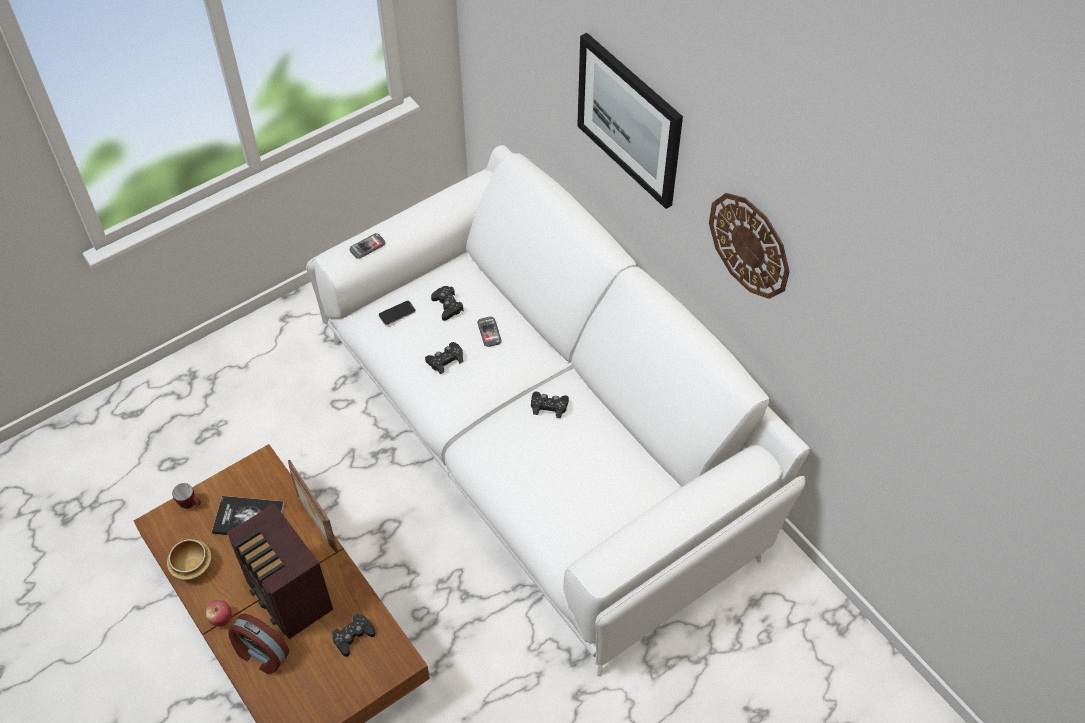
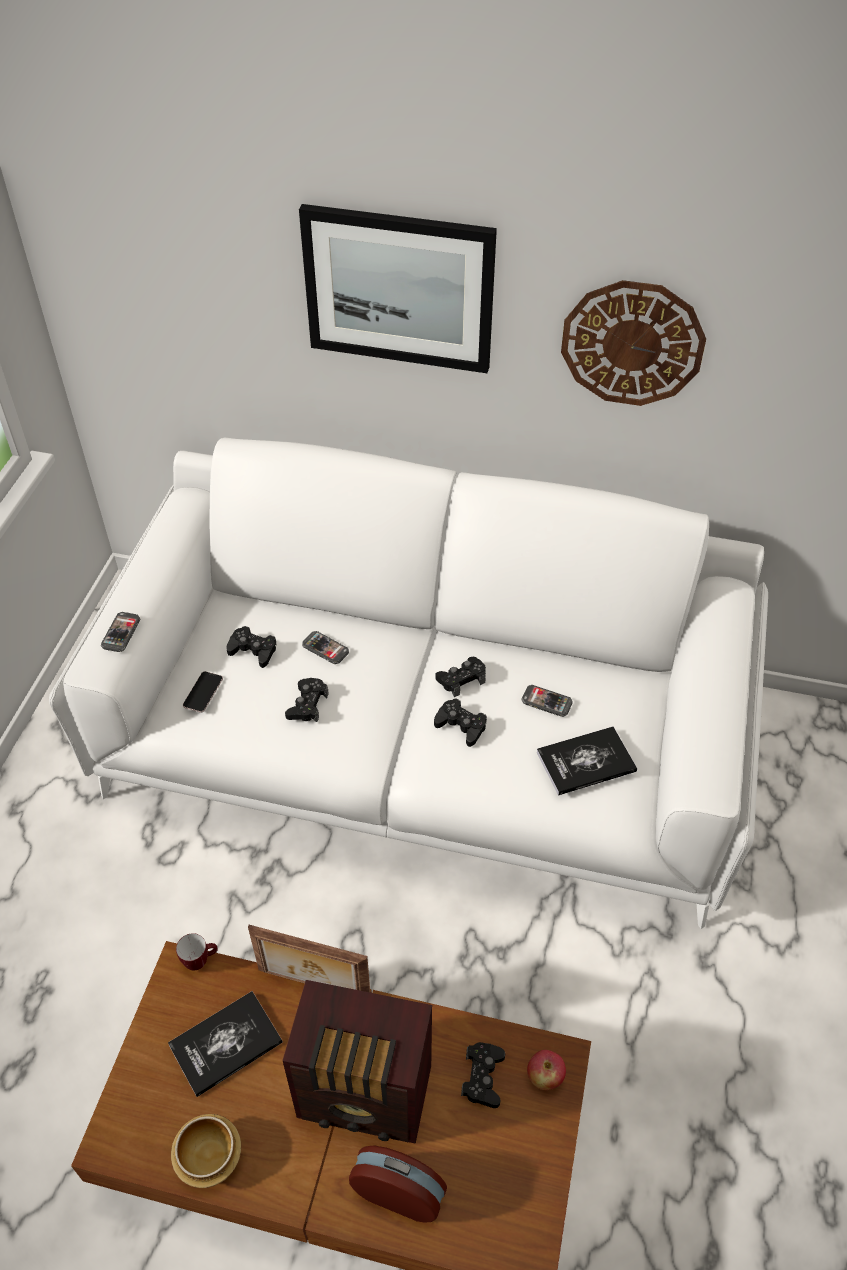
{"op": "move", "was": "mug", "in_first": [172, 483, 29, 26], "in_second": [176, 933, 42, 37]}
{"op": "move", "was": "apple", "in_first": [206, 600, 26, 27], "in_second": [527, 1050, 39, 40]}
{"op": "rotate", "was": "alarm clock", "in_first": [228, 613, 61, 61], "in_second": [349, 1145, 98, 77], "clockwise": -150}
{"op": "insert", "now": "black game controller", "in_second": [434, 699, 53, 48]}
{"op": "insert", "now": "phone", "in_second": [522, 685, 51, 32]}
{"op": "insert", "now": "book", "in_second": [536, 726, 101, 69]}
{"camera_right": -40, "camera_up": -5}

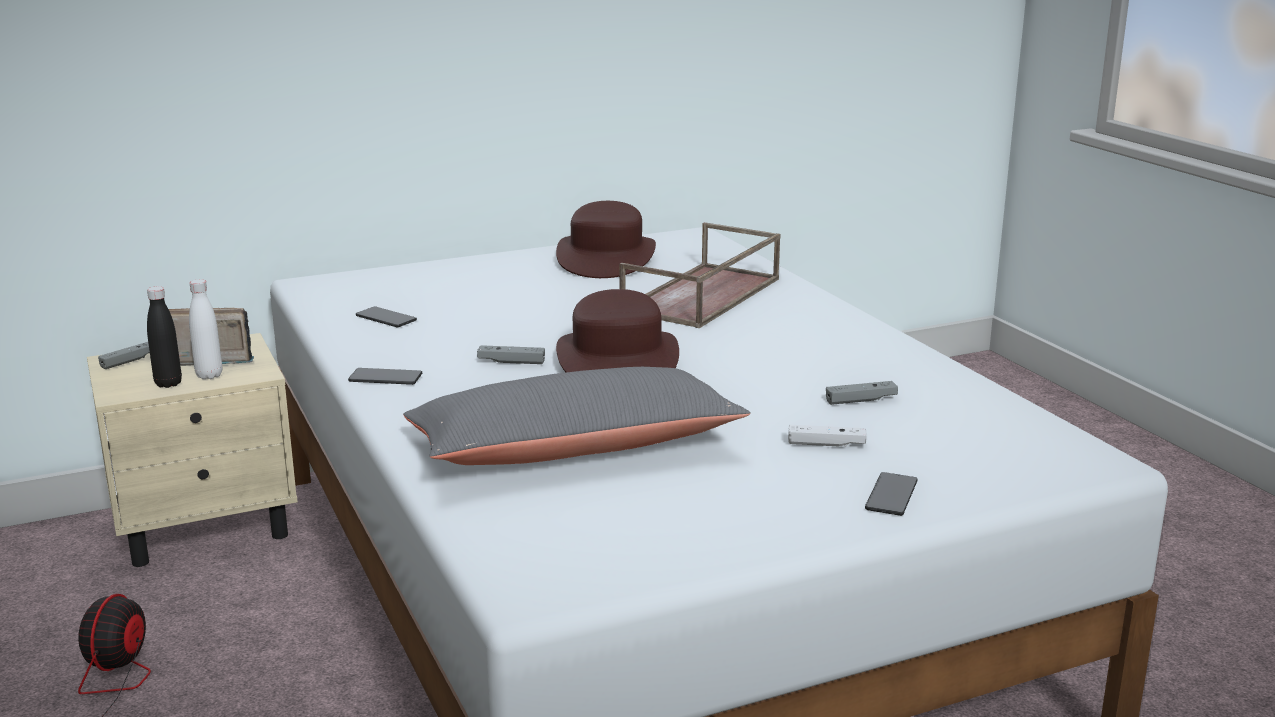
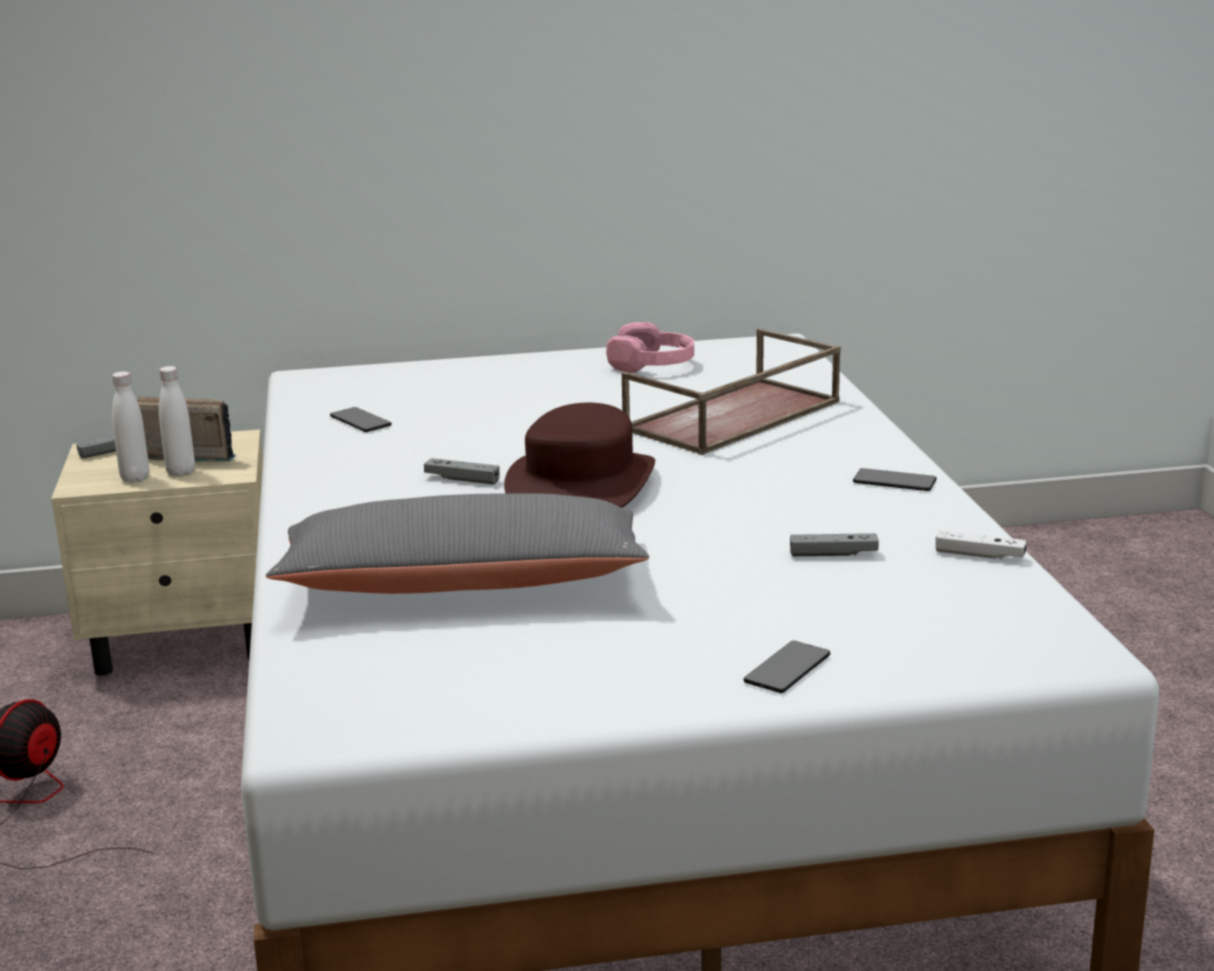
{"op": "recolor", "was": "black bottle", "now": "white bottle", "in_first": [147, 286, 35, 102], "in_second": [112, 371, 38, 112]}
{"op": "move", "was": "phone", "in_first": [348, 368, 74, 17], "in_second": [853, 468, 84, 23]}
{"op": "replace", "was": "brown hat", "now": "pink headphones", "in_first": [556, 201, 100, 77], "in_second": [606, 322, 88, 51]}
{"op": "move", "was": "white game controller", "in_first": [788, 425, 79, 22], "in_second": [935, 530, 92, 30]}
{"camera_right": 15, "camera_up": 0}

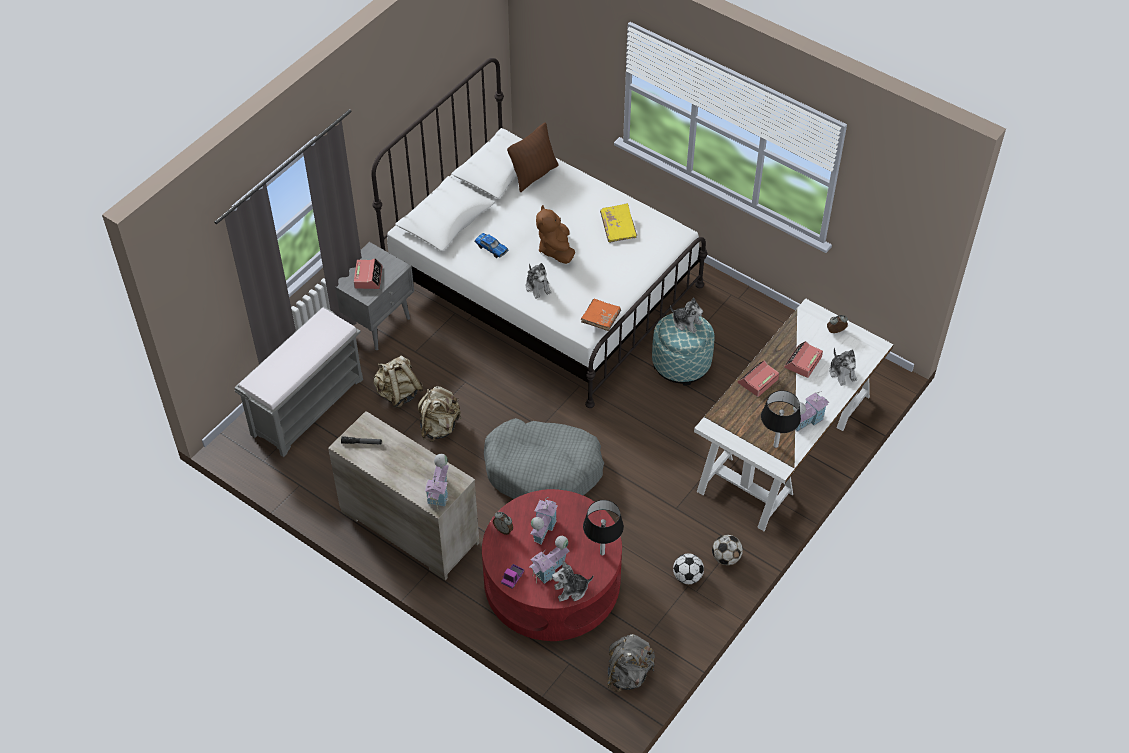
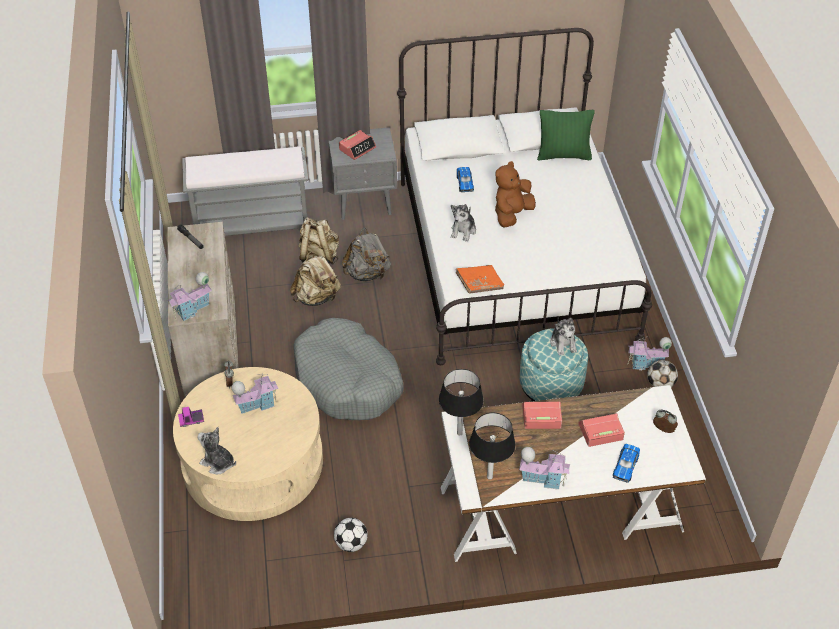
{"op": "recolor", "was": "red coffee table", "now": "beige coffee table", "in_first": [482, 489, 140, 152], "in_second": [173, 367, 150, 154]}
{"op": "recolor", "was": "brown pillow", "now": "green pillow", "in_first": [507, 122, 52, 70], "in_second": [537, 110, 58, 50]}
{"op": "move", "was": "toy house", "in_first": [529, 536, 41, 48], "in_second": [627, 337, 45, 33]}
{"op": "move", "was": "black table lamp", "in_first": [583, 500, 41, 55], "in_second": [439, 369, 45, 66]}
{"op": "delete", "was": "yellow book", "in_first": [600, 203, 37, 40]}
{"op": "move", "was": "grey backpack", "in_first": [607, 634, 48, 58], "in_second": [342, 228, 49, 53]}
{"op": "move", "was": "football", "in_first": [712, 535, 31, 30], "in_second": [647, 360, 31, 27]}
{"op": "replace", "was": "plush toy", "now": "toy car", "in_first": [829, 348, 28, 38], "in_second": [613, 444, 27, 39]}
{"camera_right": 45, "camera_up": -5}

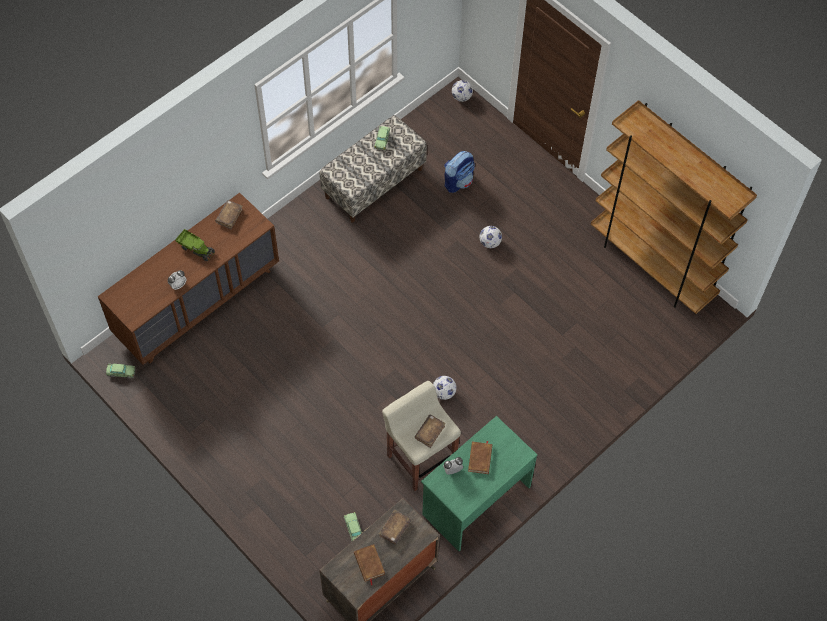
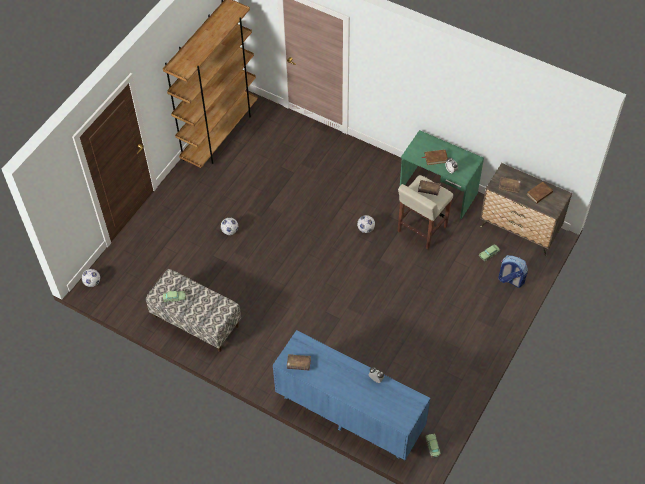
{"op": "recolor", "was": "brown dresser", "now": "blue dresser", "in_first": [98, 193, 181, 172], "in_second": [273, 330, 157, 130]}
{"op": "delete", "was": "toy truck", "in_first": [175, 229, 40, 32]}
{"op": "move", "was": "backpack", "in_first": [444, 151, 31, 42], "in_second": [498, 255, 30, 33]}
{"camera_right": -105, "camera_up": -5}

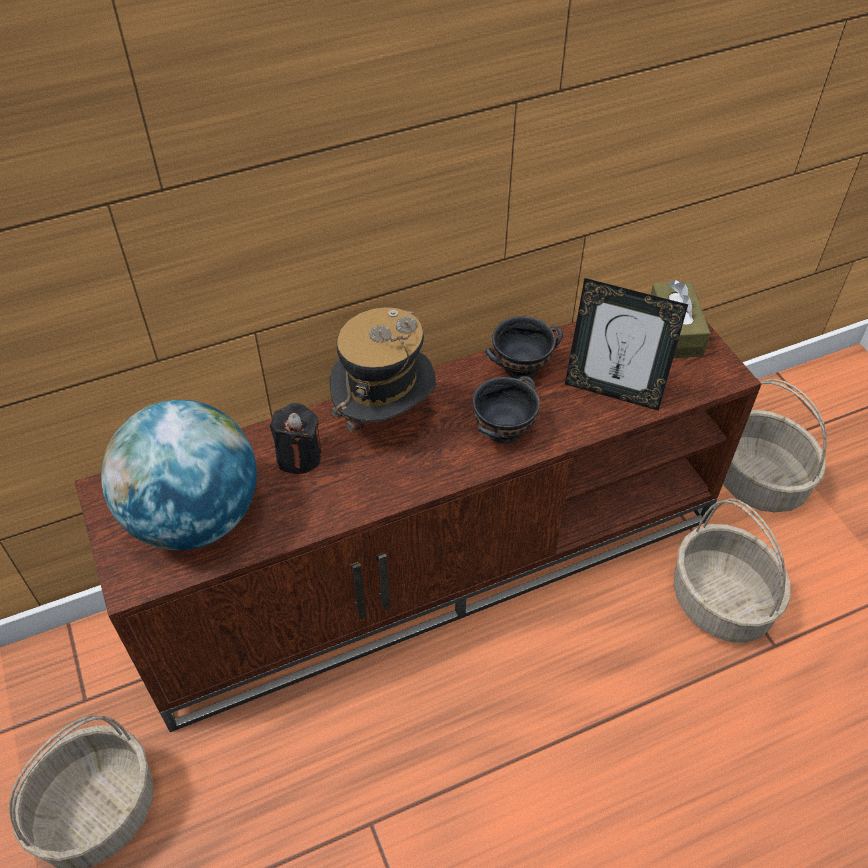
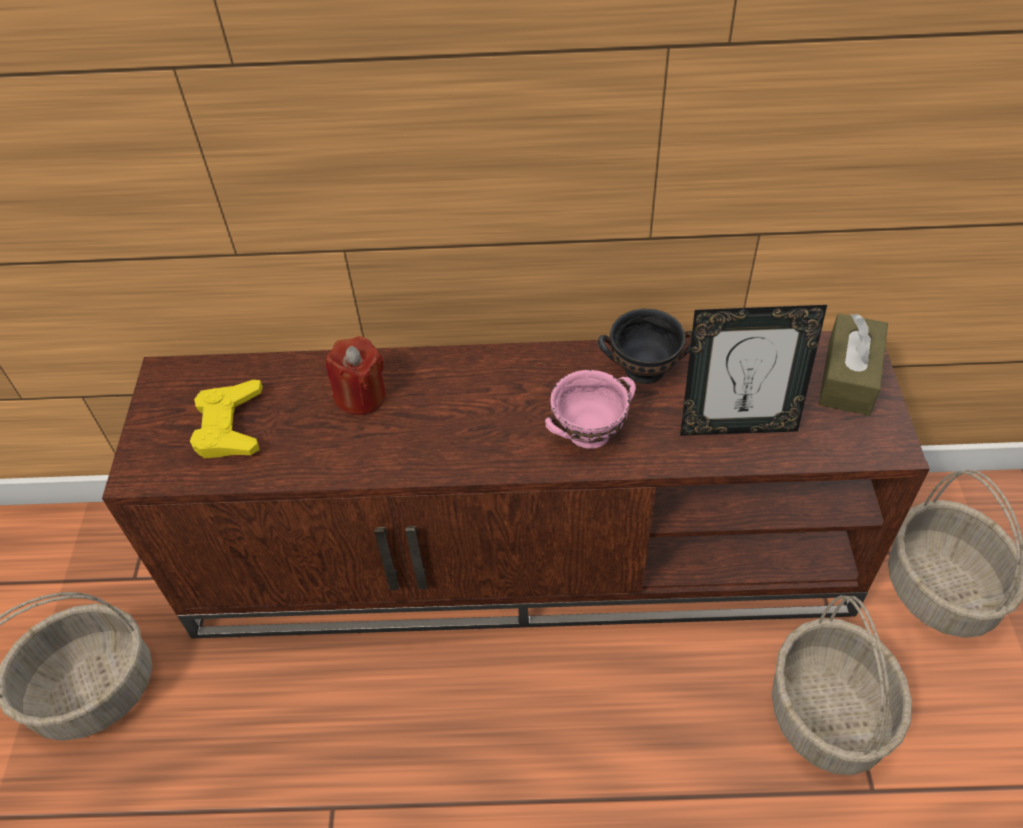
{"op": "replace", "was": "globe", "now": "yellow game controller", "in_first": [101, 400, 156, 150], "in_second": [190, 380, 73, 78]}
{"op": "recolor", "was": "black candle", "now": "red candle", "in_first": [270, 403, 52, 71], "in_second": [326, 336, 60, 79]}
{"op": "delete", "was": "hat", "in_first": [330, 307, 106, 149]}
{"op": "recolor", "was": "black bowl", "now": "pink bowl", "in_first": [473, 376, 67, 68], "in_second": [545, 370, 91, 79]}
{"op": "rotate", "was": "picture frame", "in_first": [565, 278, 123, 133], "in_second": [680, 305, 147, 131], "clockwise": -45}
{"camera_right": 25, "camera_up": 0}

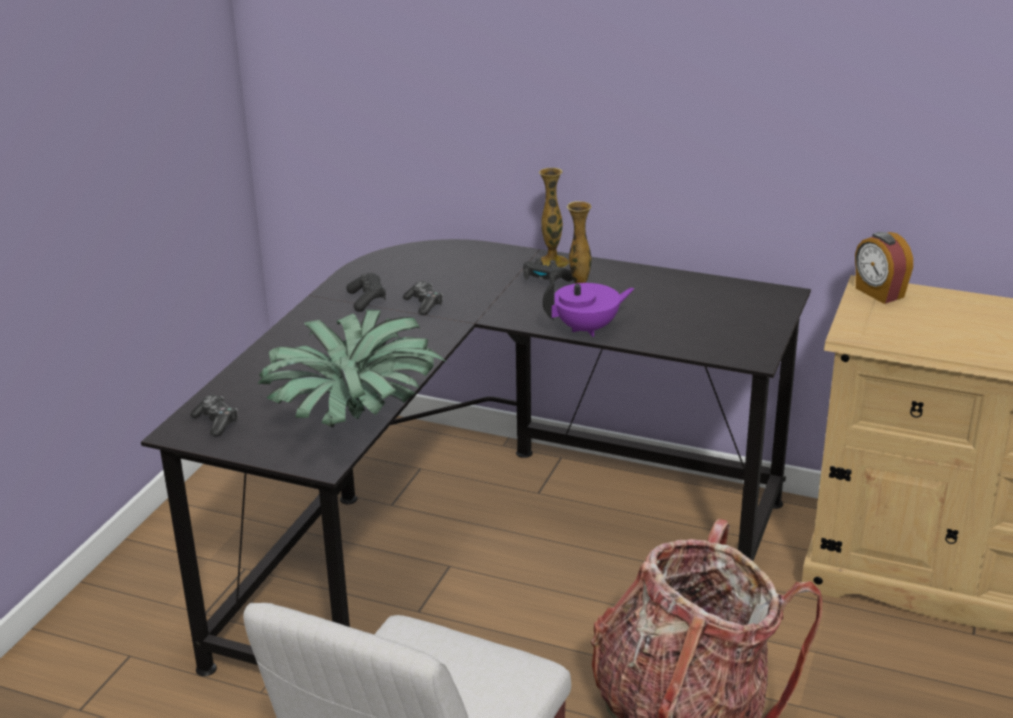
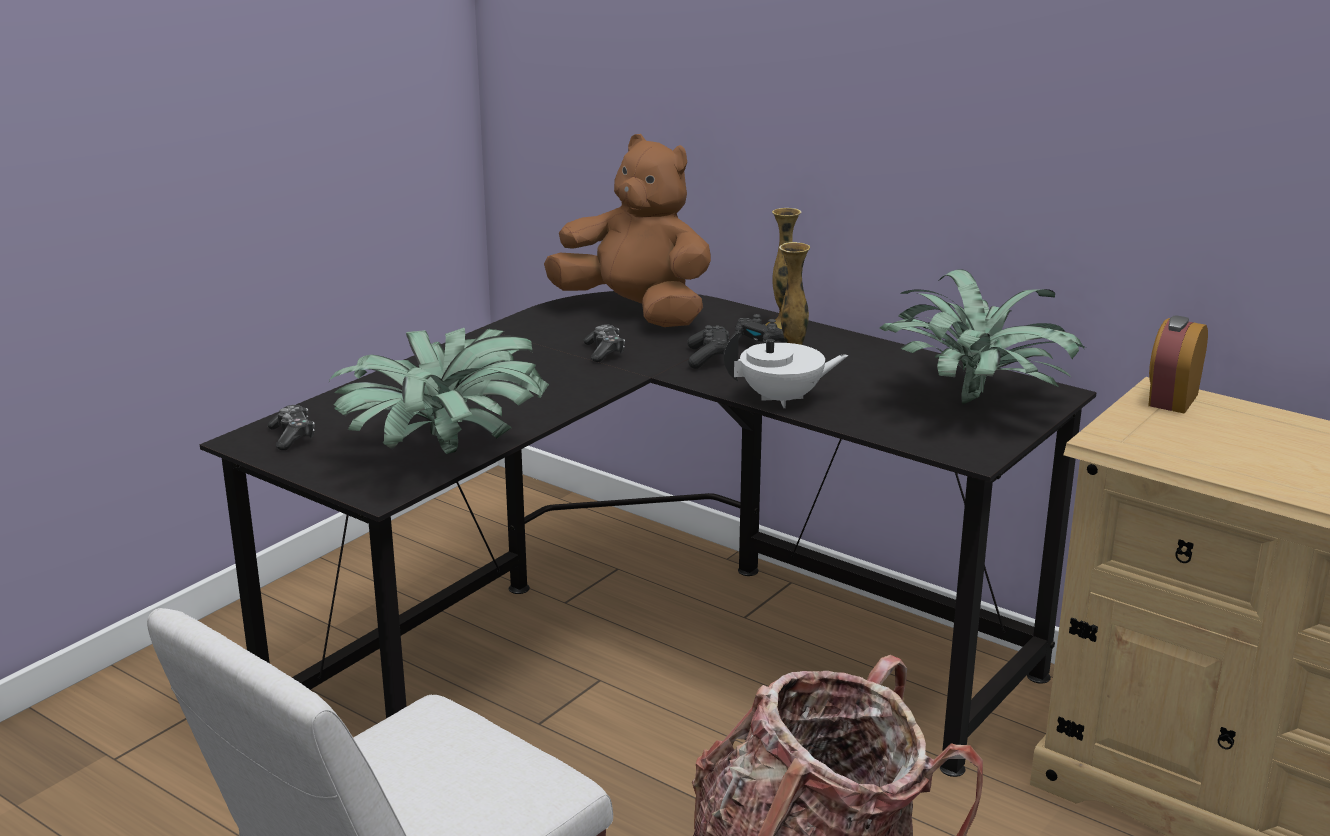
{"op": "move", "was": "black game controller", "in_first": [346, 273, 40, 39], "in_second": [688, 325, 41, 44]}
{"op": "recolor", "was": "purple teapot", "now": "white teapot", "in_first": [543, 282, 92, 55], "in_second": [723, 331, 125, 77]}
{"op": "rotate", "was": "alarm clock", "in_first": [855, 232, 58, 72], "in_second": [1148, 315, 60, 99], "clockwise": 45}
{"op": "insert", "now": "brown plush toy", "in_second": [544, 134, 167, 193]}
{"op": "insert", "now": "potted plant", "in_second": [880, 269, 206, 136]}
{"camera_right": 15, "camera_up": -5}

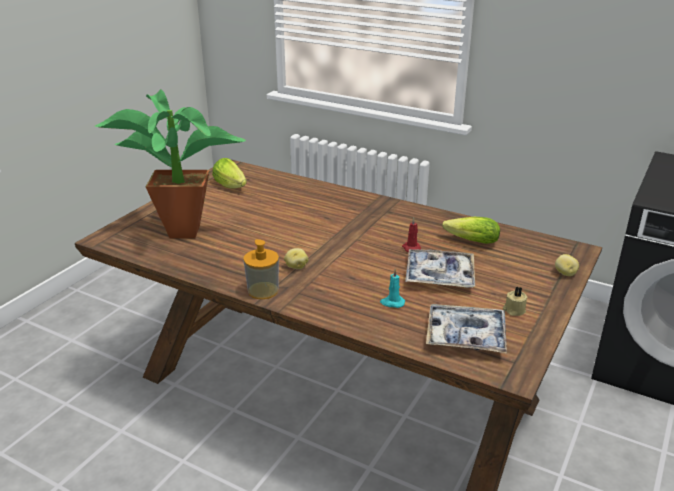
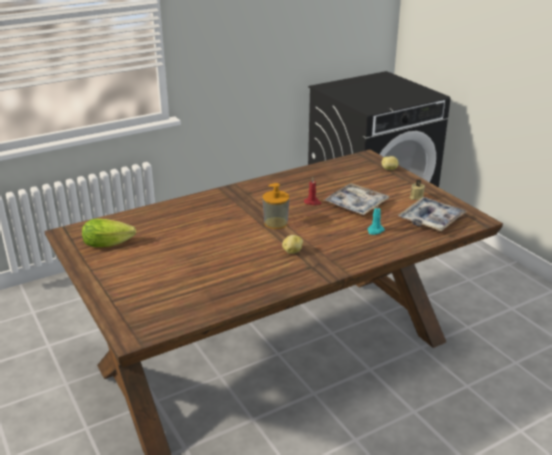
{"op": "delete", "was": "potted plant", "in_first": [95, 89, 151, 149]}
{"op": "move", "was": "soap dispenser", "in_first": [243, 239, 36, 60], "in_second": [262, 183, 28, 46]}
{"op": "delete", "was": "lettuce", "in_first": [442, 217, 58, 27]}
{"camera_right": -60, "camera_up": 0}

